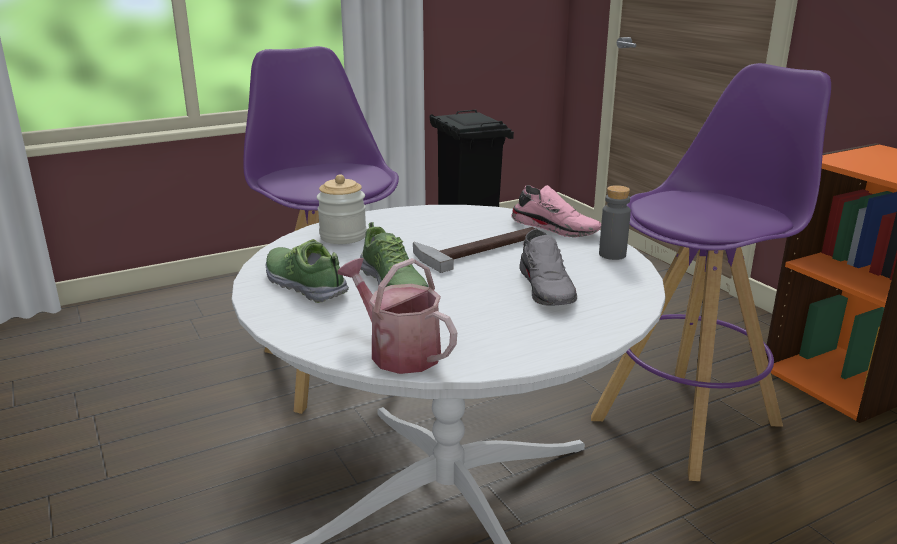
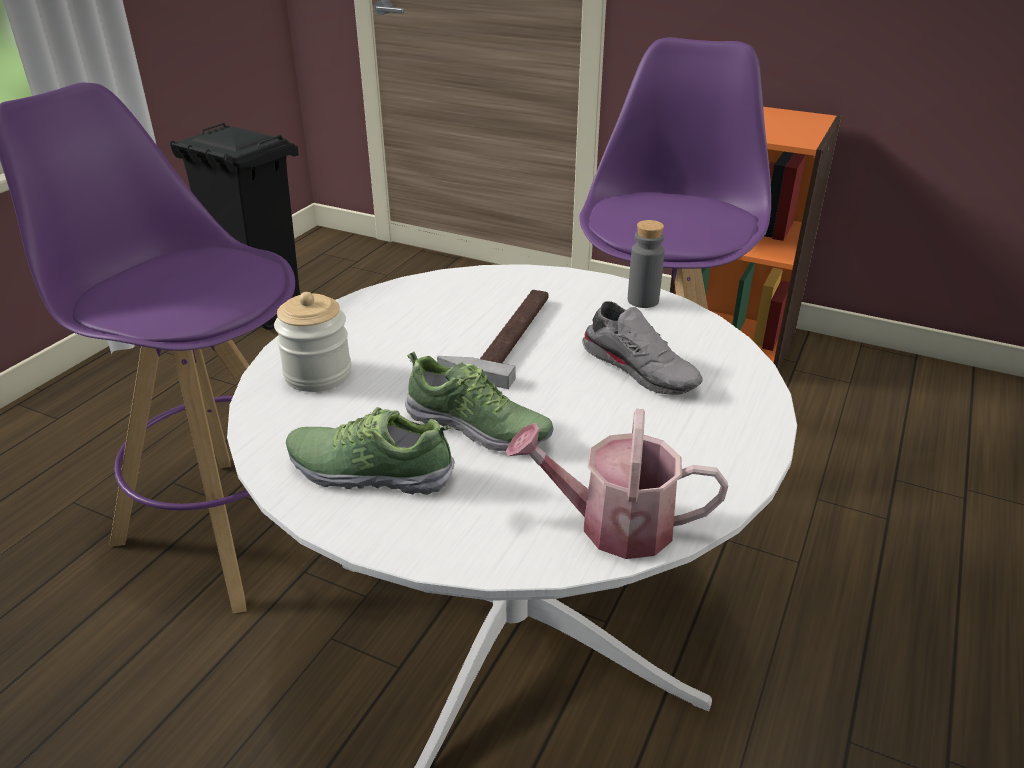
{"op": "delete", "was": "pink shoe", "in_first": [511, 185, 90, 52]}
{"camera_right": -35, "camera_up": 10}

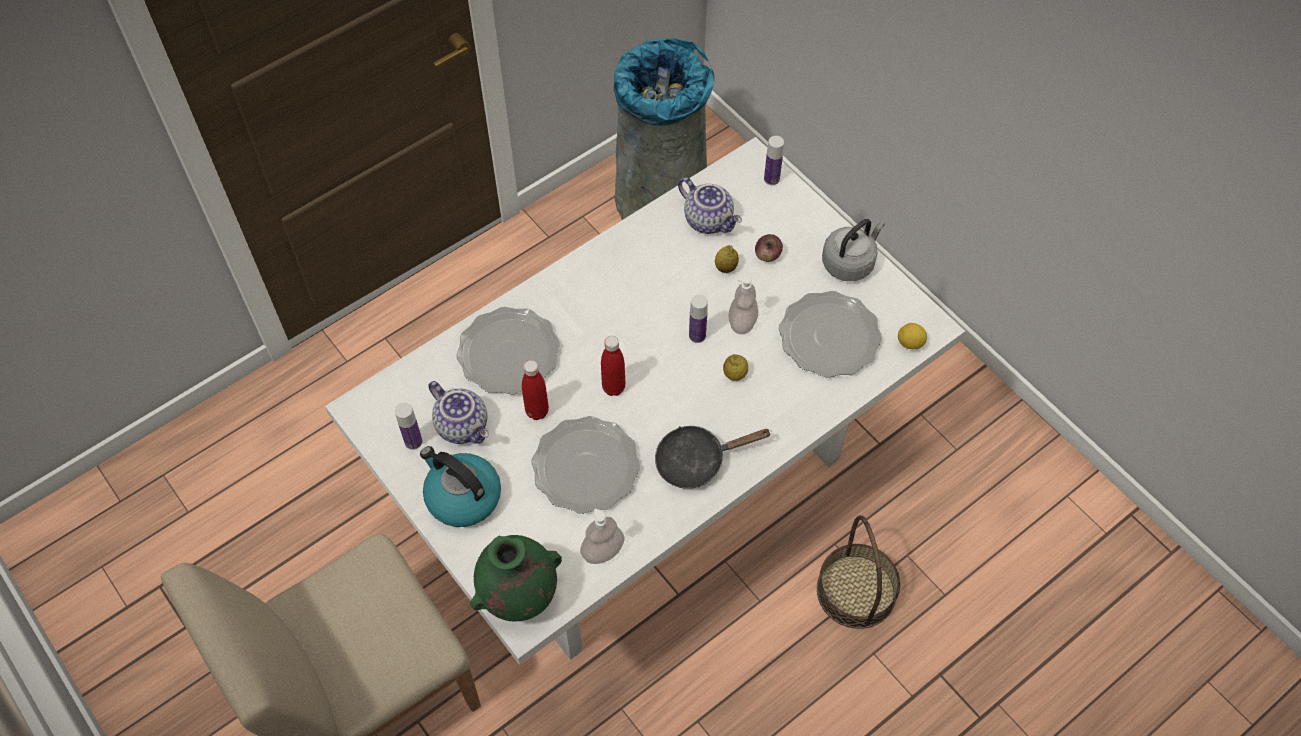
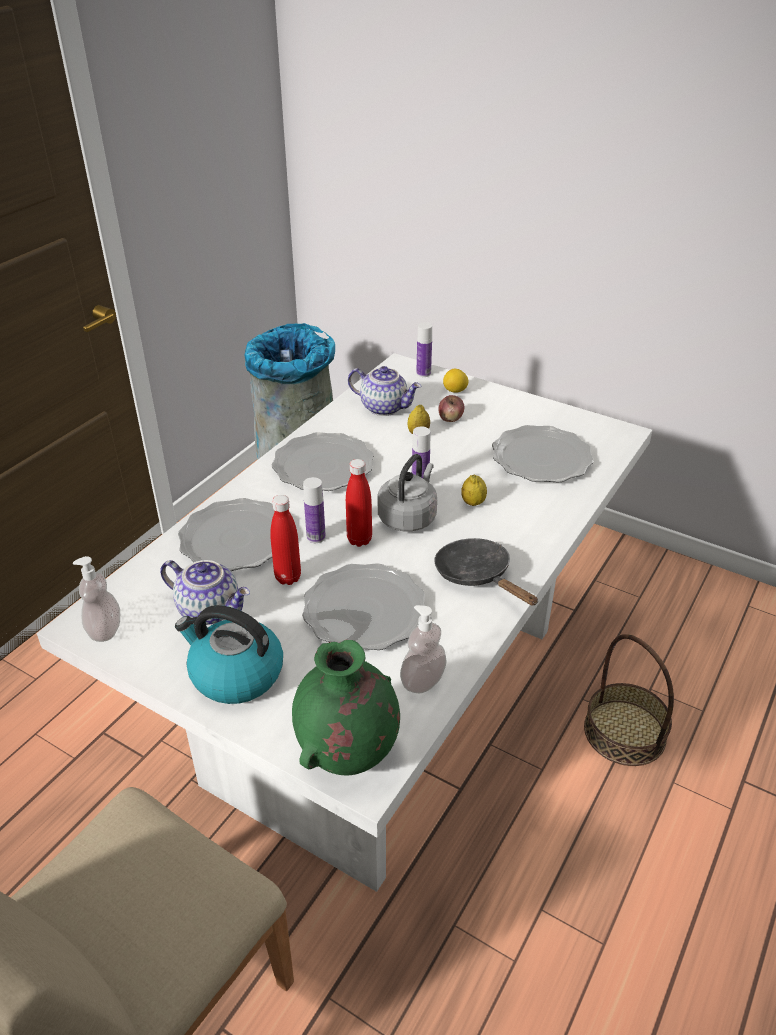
{"op": "move", "was": "bottle", "in_first": [395, 403, 27, 47], "in_second": [303, 477, 23, 66]}
{"op": "rotate", "was": "black frying pan", "in_first": [655, 426, 117, 63], "in_second": [434, 538, 104, 68], "clockwise": 90}
{"op": "move", "was": "soap dispenser", "in_first": [728, 276, 30, 58], "in_second": [73, 556, 47, 86]}
{"op": "move", "was": "grey kettle", "in_first": [822, 219, 63, 62], "in_second": [378, 454, 59, 78]}
{"op": "move", "was": "lemon", "in_first": [898, 323, 29, 26], "in_second": [443, 369, 25, 24]}
{"op": "insert", "now": "plate", "in_second": [272, 432, 102, 59]}
{"camera_right": -20, "camera_up": -20}

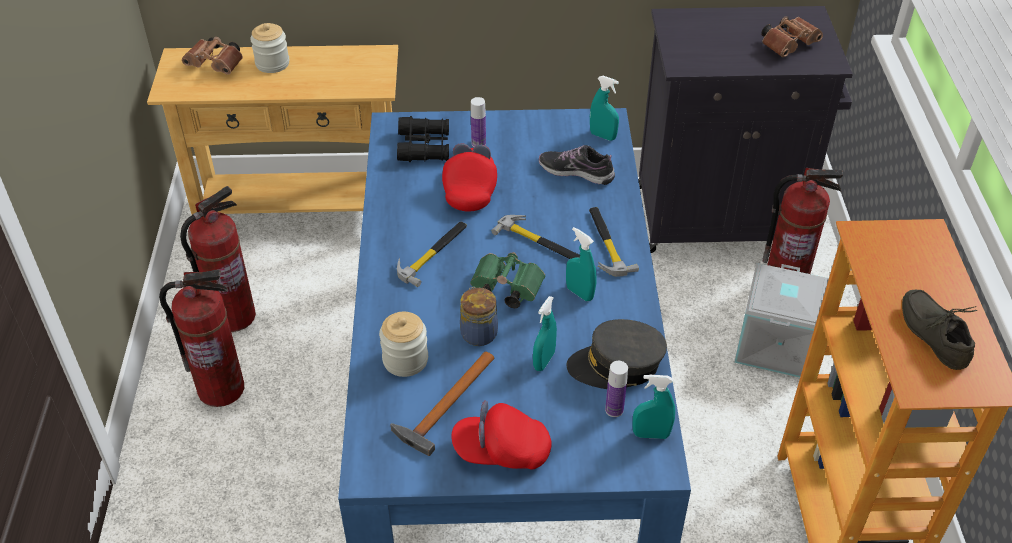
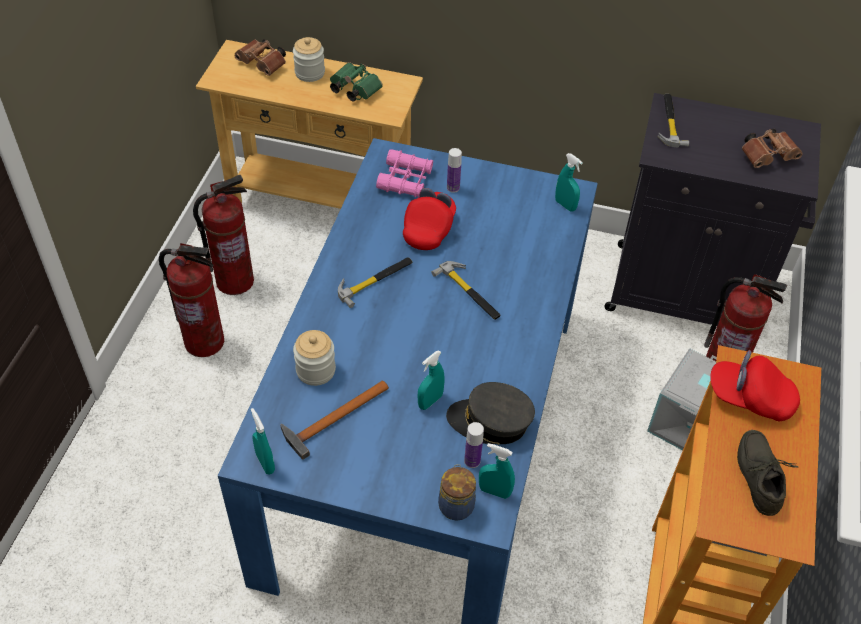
{"op": "recolor", "was": "black binoculars", "now": "pink binoculars", "in_first": [397, 116, 52, 46], "in_second": [376, 149, 57, 49]}
{"op": "move", "was": "red cap", "in_first": [451, 401, 101, 68], "in_second": [710, 350, 90, 71]}
{"op": "move", "was": "jar", "in_first": [460, 287, 38, 59], "in_second": [438, 464, 38, 57]}
{"op": "move", "was": "green binoculars", "in_first": [470, 252, 75, 56], "in_second": [330, 62, 53, 40]}
{"op": "delete", "was": "shoe", "in_first": [539, 145, 76, 40]}
{"op": "move", "was": "turquoise spray bottle", "in_first": [566, 227, 31, 74], "in_second": [251, 408, 24, 67]}
{"op": "move", "was": "hammer", "in_first": [589, 207, 50, 70], "in_second": [658, 94, 31, 53]}
{"camera_right": 15, "camera_up": 5}

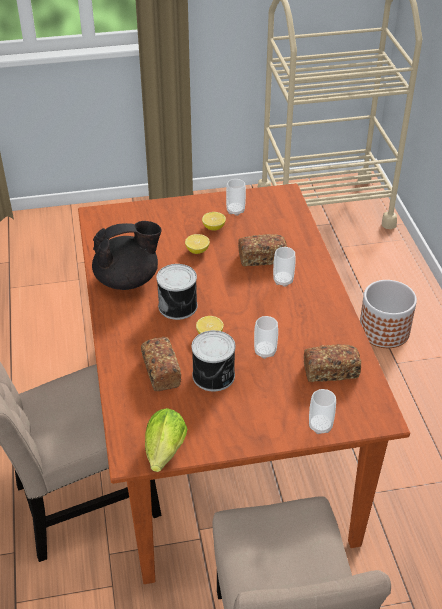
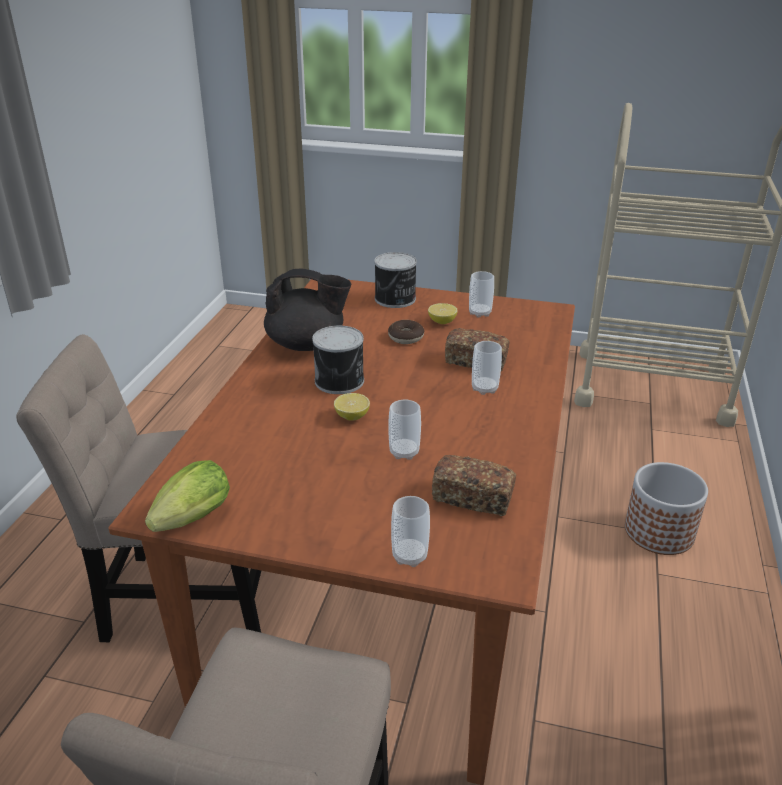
{"op": "delete", "was": "bread", "in_first": [141, 337, 40, 54]}
{"op": "replace", "was": "lemon", "now": "donut", "in_first": [185, 234, 25, 20], "in_second": [388, 320, 36, 24]}
{"op": "move", "was": "can", "in_first": [192, 330, 43, 61], "in_second": [374, 252, 43, 56]}
{"camera_right": 25, "camera_up": -10}

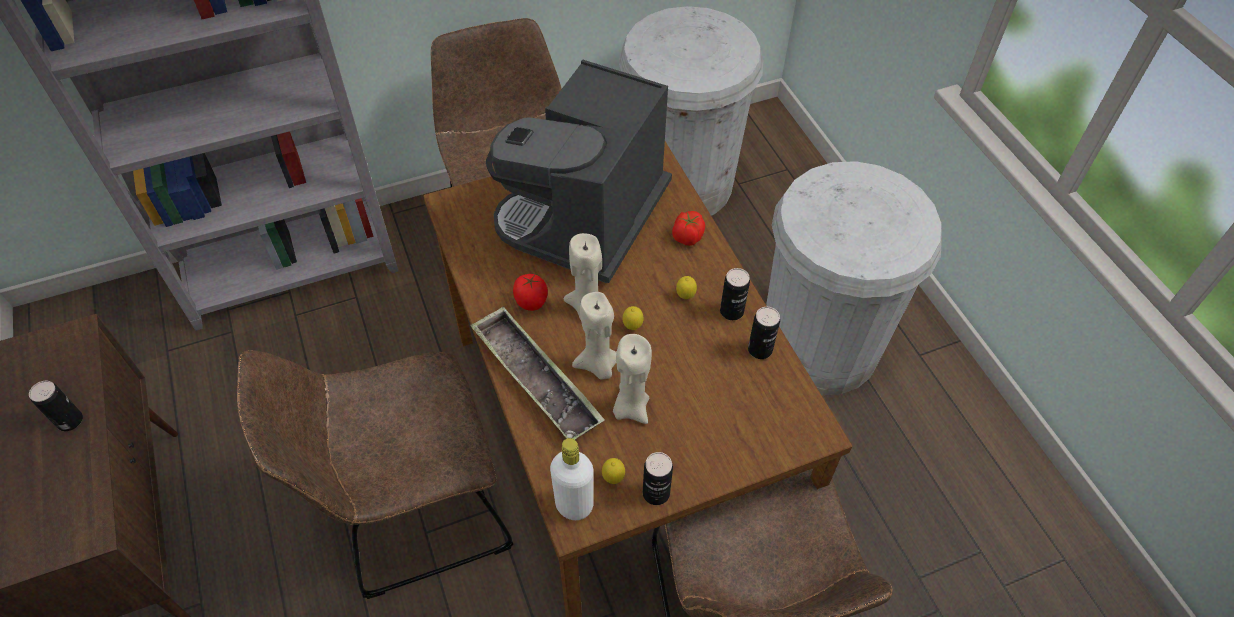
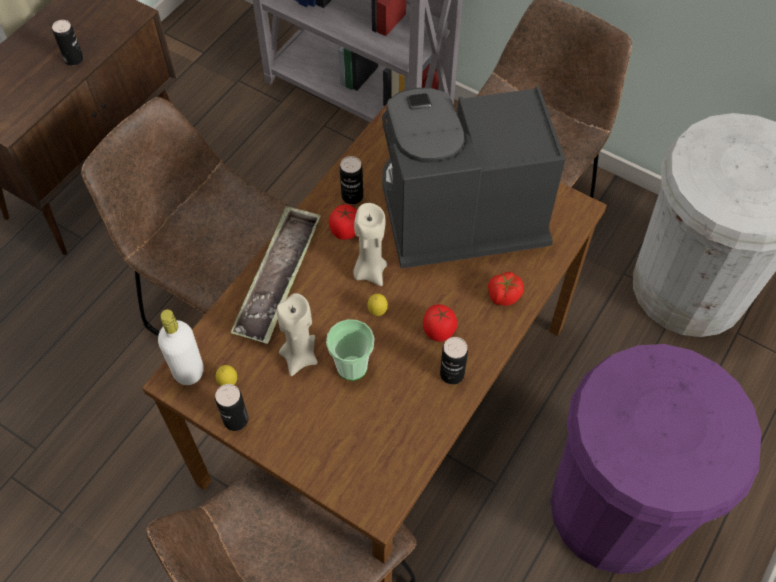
{"op": "delete", "was": "beige candle", "in_first": [572, 292, 45, 88]}
{"op": "replace", "was": "lemon", "now": "tomato", "in_first": [676, 276, 21, 23], "in_second": [423, 304, 34, 38]}
{"op": "move", "was": "can", "in_first": [748, 307, 32, 52], "in_second": [340, 156, 23, 48]}
{"op": "recolor", "was": "white trash can", "now": "purple trash can", "in_first": [766, 161, 176, 234], "in_second": [551, 344, 210, 230]}
{"op": "insert", "now": "cup", "in_second": [326, 319, 48, 62]}
{"camera_right": 55, "camera_up": 5}

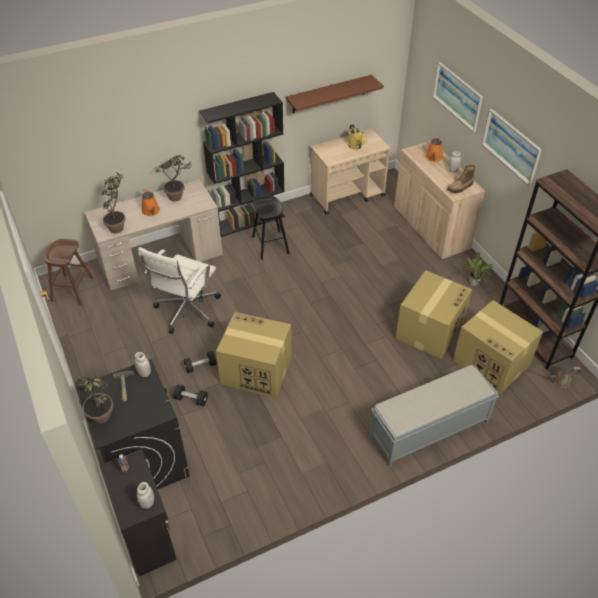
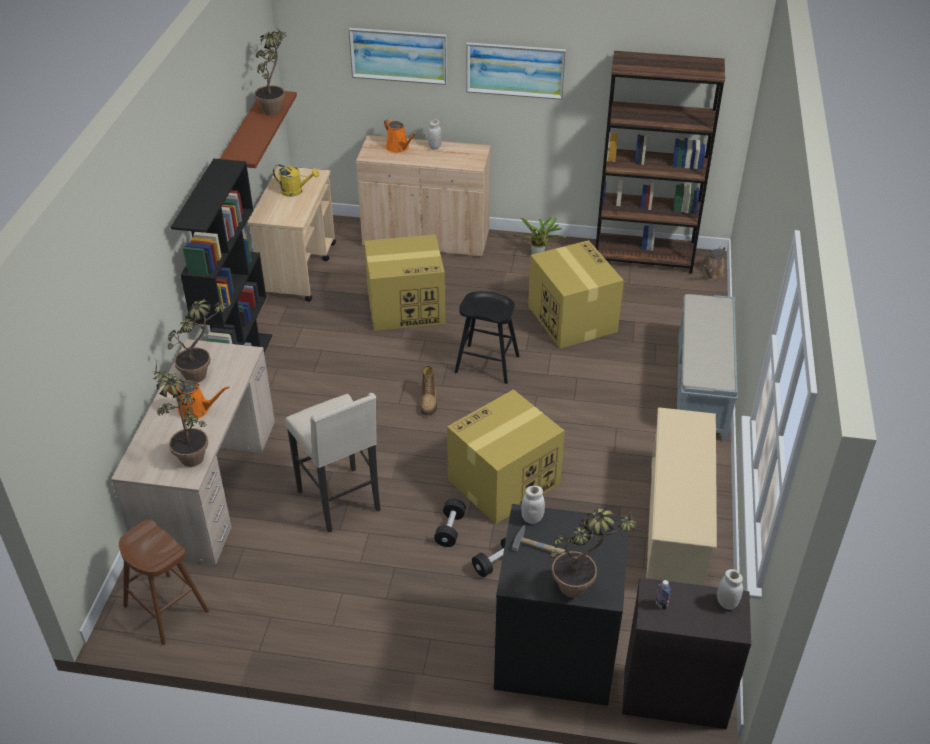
{"op": "replace", "was": "white office chair", "now": "beige stool", "in_first": [138, 247, 83, 87], "in_second": [285, 393, 95, 139]}
{"op": "move", "was": "black stool", "in_first": [252, 195, 38, 65], "in_second": [454, 291, 65, 93]}
{"op": "move", "was": "boot", "in_first": [447, 165, 28, 28], "in_second": [421, 365, 16, 51]}
{"op": "move", "was": "cardboard box", "in_first": [453, 300, 90, 94], "in_second": [364, 234, 81, 97]}
{"op": "insert", "now": "potted plant", "in_second": [254, 27, 32, 88]}
{"op": "insert", "now": "beige shoe rack", "in_second": [646, 407, 71, 179]}
{"camera_right": -55, "camera_up": -5}

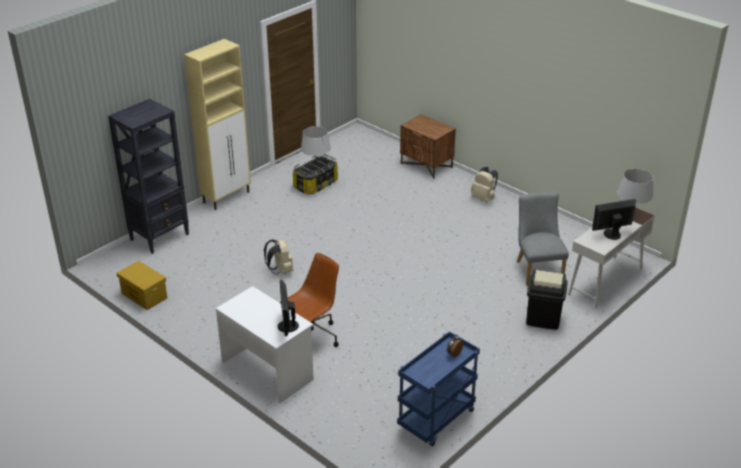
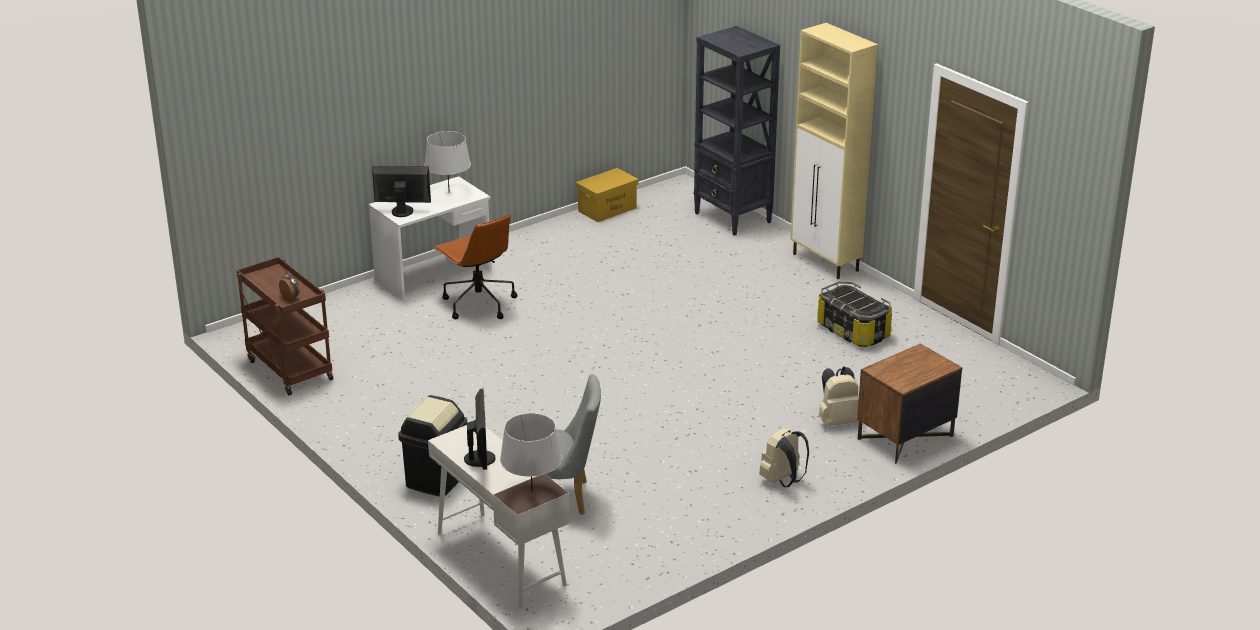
{"op": "move", "was": "beige backpack", "in_first": [264, 240, 29, 35], "in_second": [819, 366, 40, 60]}
{"op": "move", "was": "grey table lamp", "in_first": [301, 126, 30, 39], "in_second": [424, 131, 47, 62]}
{"op": "recolor", "was": "blue cart", "now": "brown cart", "in_first": [397, 331, 83, 115], "in_second": [236, 257, 97, 138]}
{"camera_right": 100, "camera_up": -5}

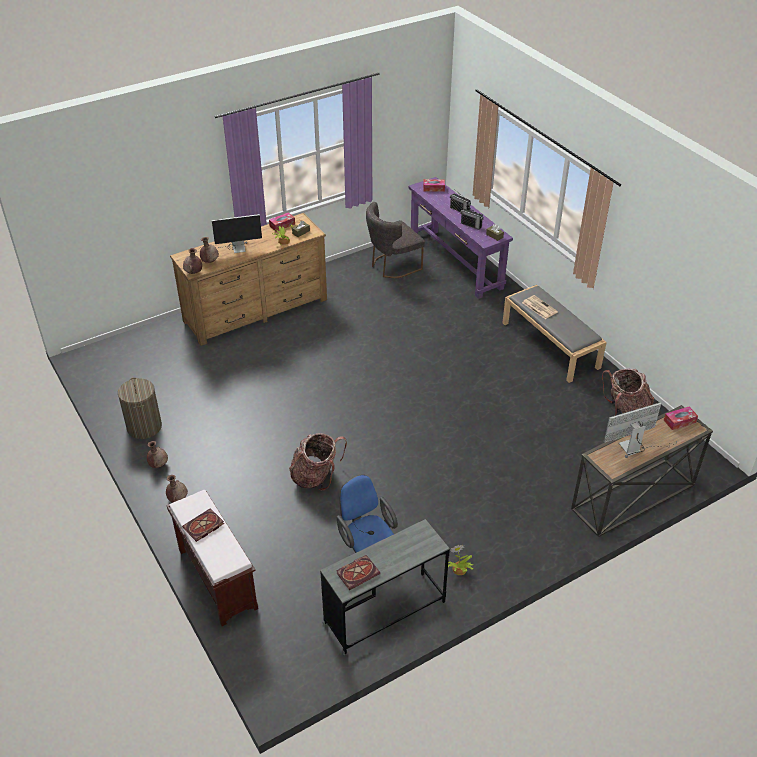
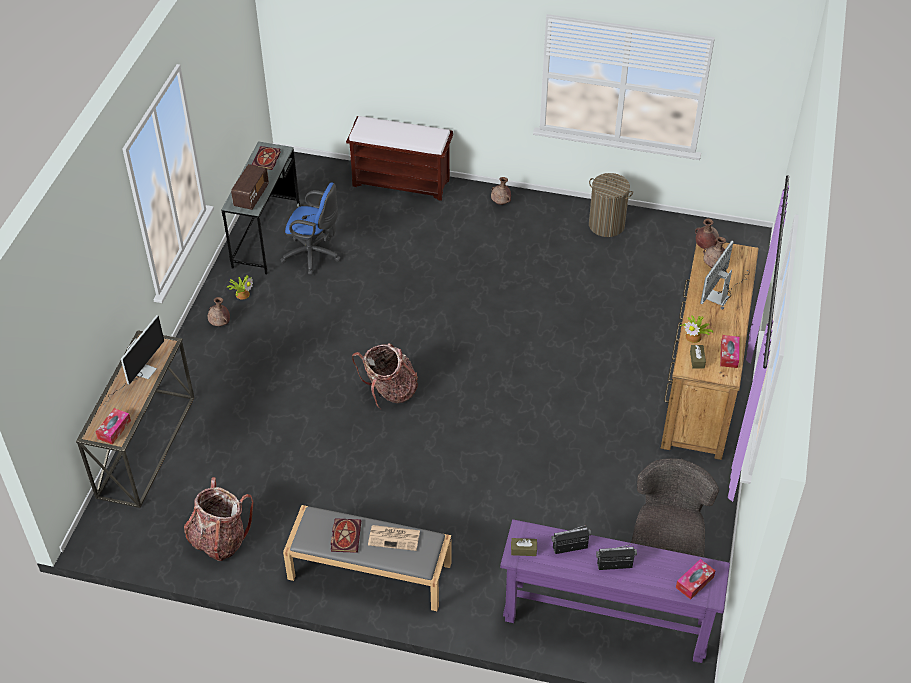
{"op": "move", "was": "brown vase", "in_first": [147, 441, 21, 27], "in_second": [208, 297, 22, 29]}
{"op": "move", "was": "book", "in_first": [182, 508, 42, 34], "in_second": [331, 518, 30, 35]}
{"op": "move", "was": "backpack", "in_first": [289, 433, 58, 58], "in_second": [352, 343, 66, 66]}
{"op": "insert", "now": "radio", "in_second": [231, 164, 38, 46]}
{"camera_right": 135, "camera_up": 5}

